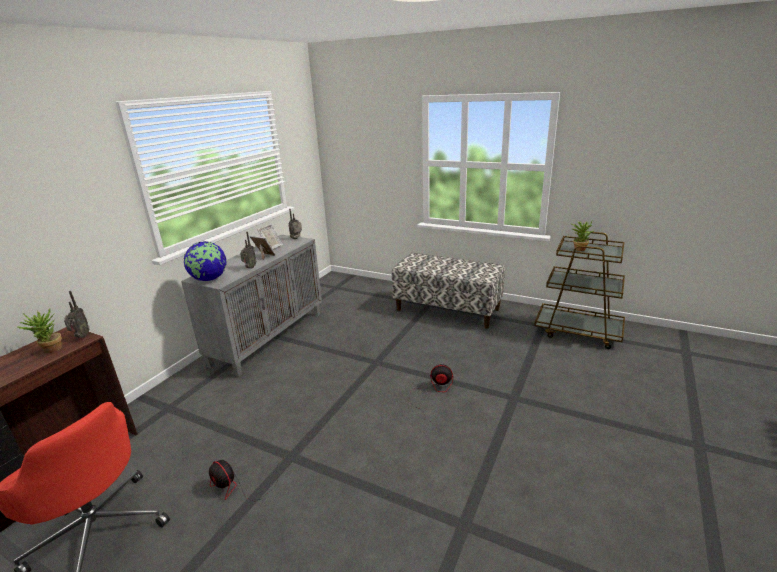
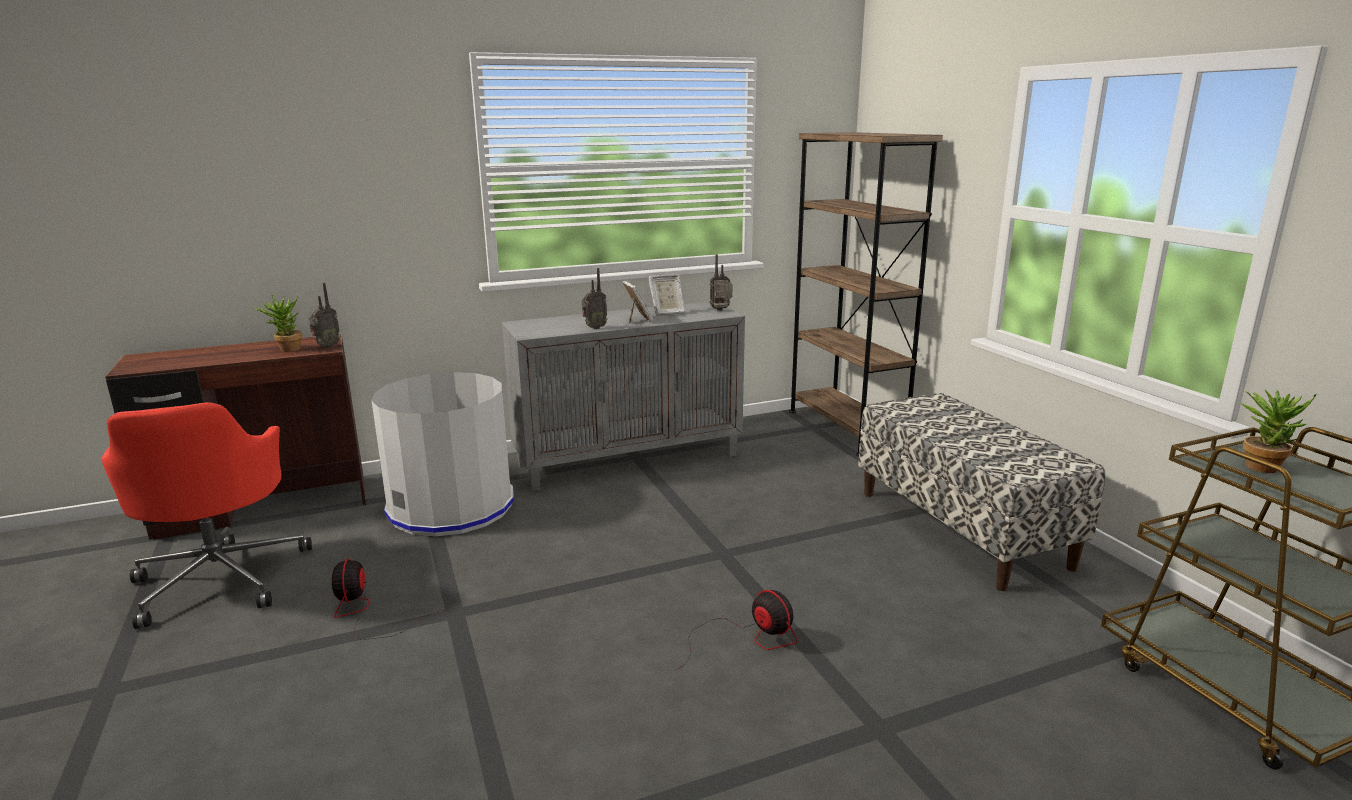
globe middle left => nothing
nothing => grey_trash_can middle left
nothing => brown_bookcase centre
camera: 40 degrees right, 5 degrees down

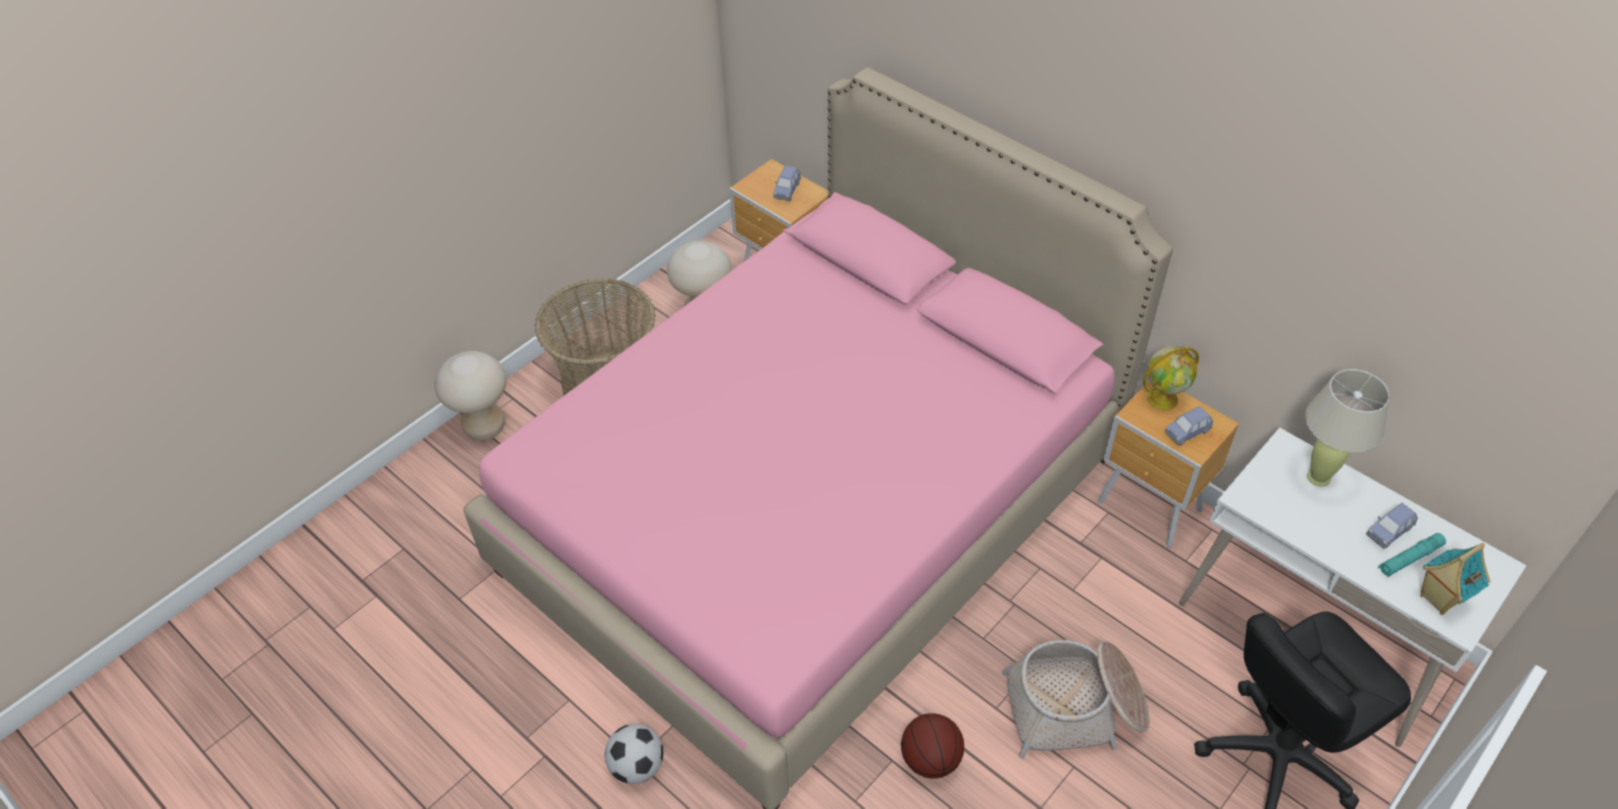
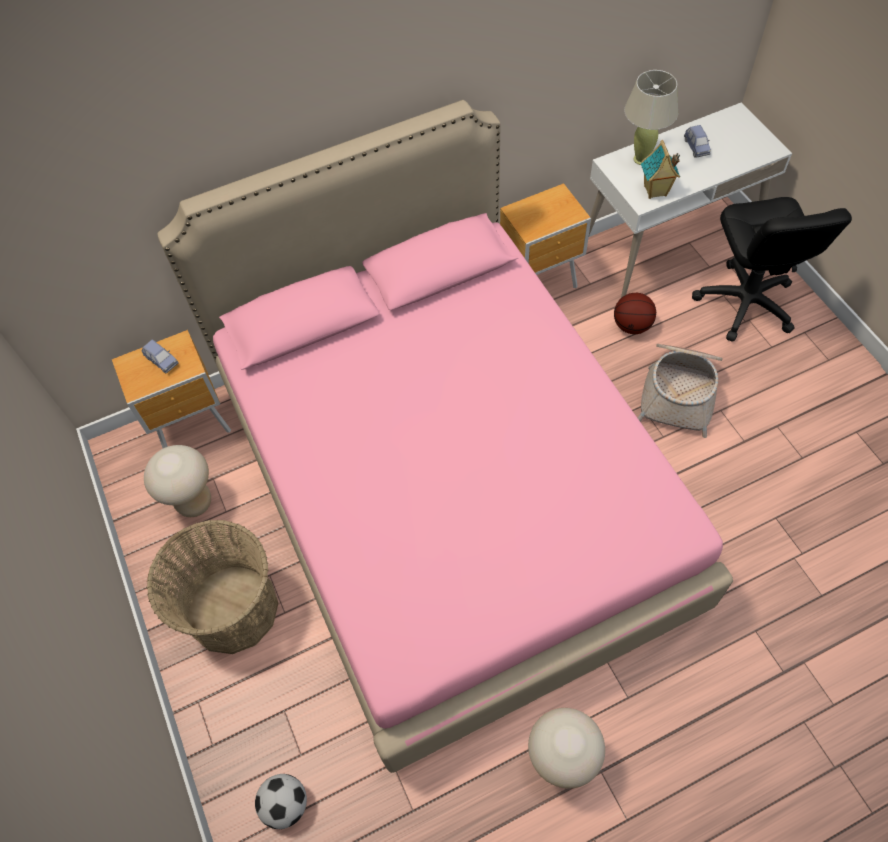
beige_stool (no. 1 from left in the first image) middle left => beige_stool (no. 2 from left) bottom centre, relocated
football bottom centre => football bottom left, relocated
basketball bottom centre => basketball middle right, relocated
globe middle right => nothing
blue_toy_car (no. 2 from left) middle right => nothing
turquoise_flashlight bottom right => nothing
toy_house bottom right => toy_house top right, relocated
camera: 65 degrees left, 10 degrees up

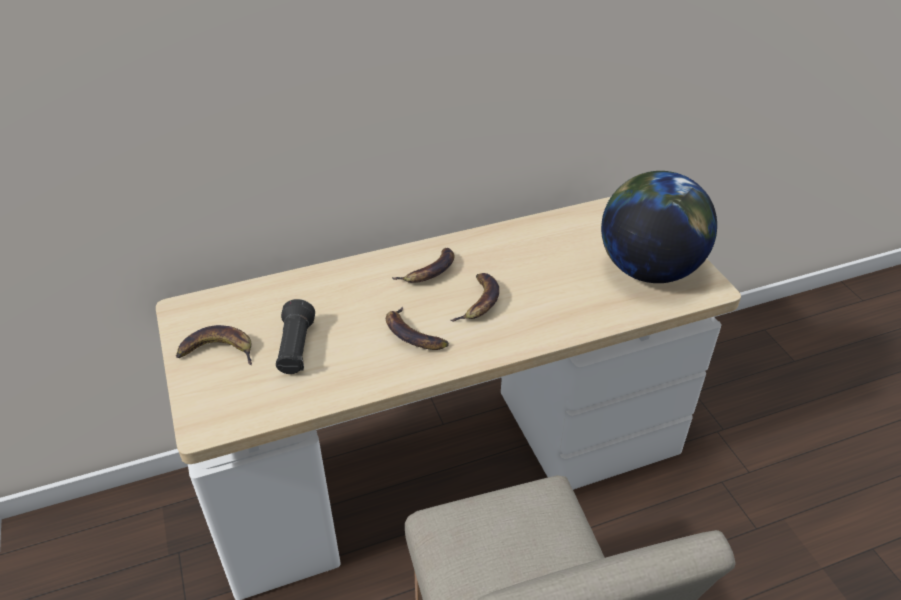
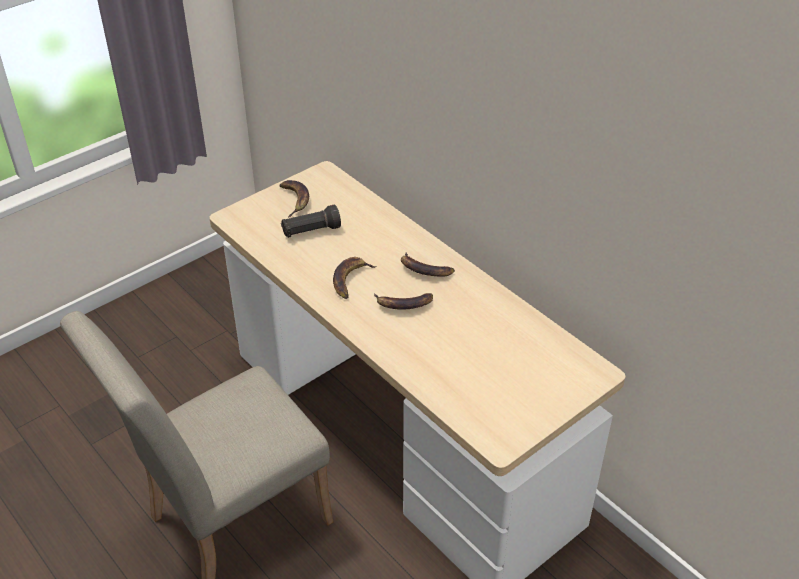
globe middle right => nothing
camera: 70 degrees right, 0 degrees up

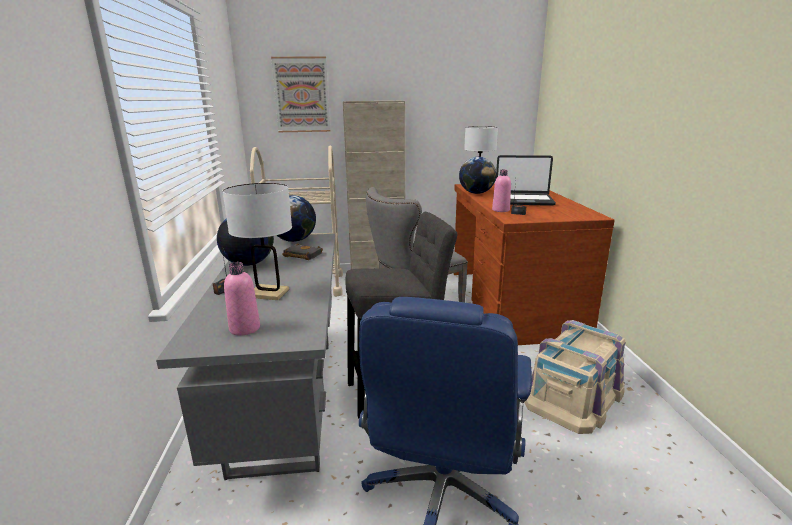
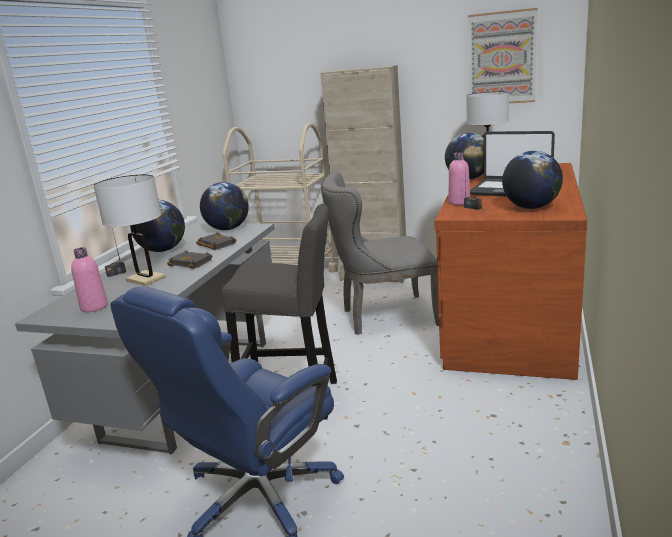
picture top centre => picture top right, relocated
beige_storage_box bottom right => nothing
nothing => black_book (no. 1 from left) middle left
nothing => globe (no. 4 from left) middle right
camera: 25 degrees right, 0 degrees up

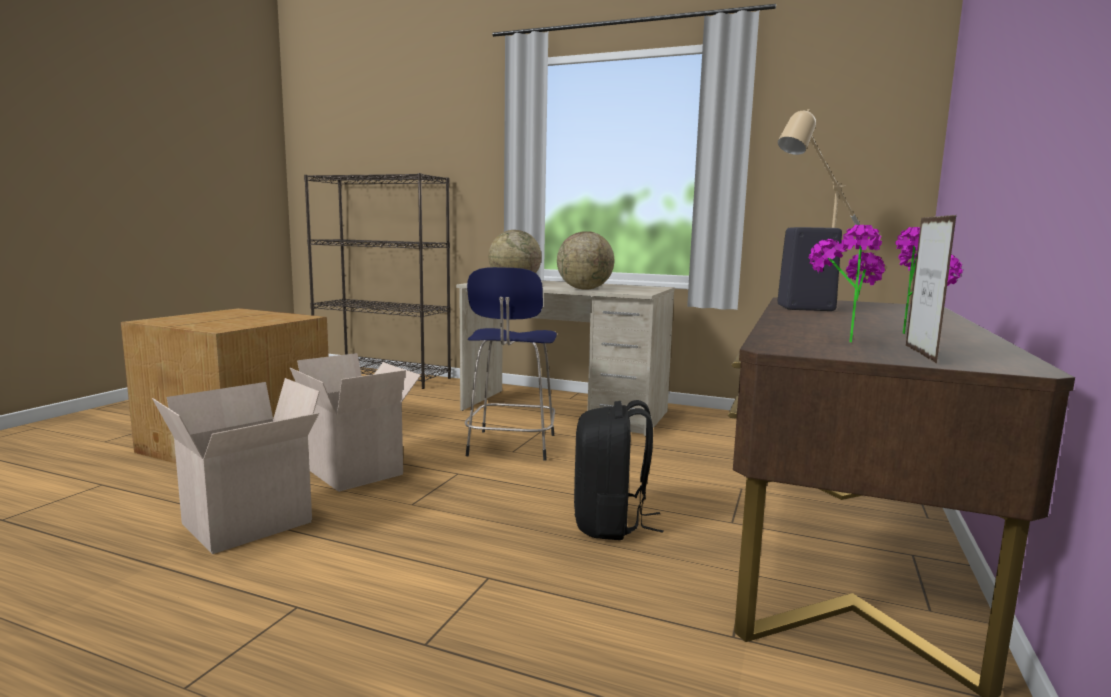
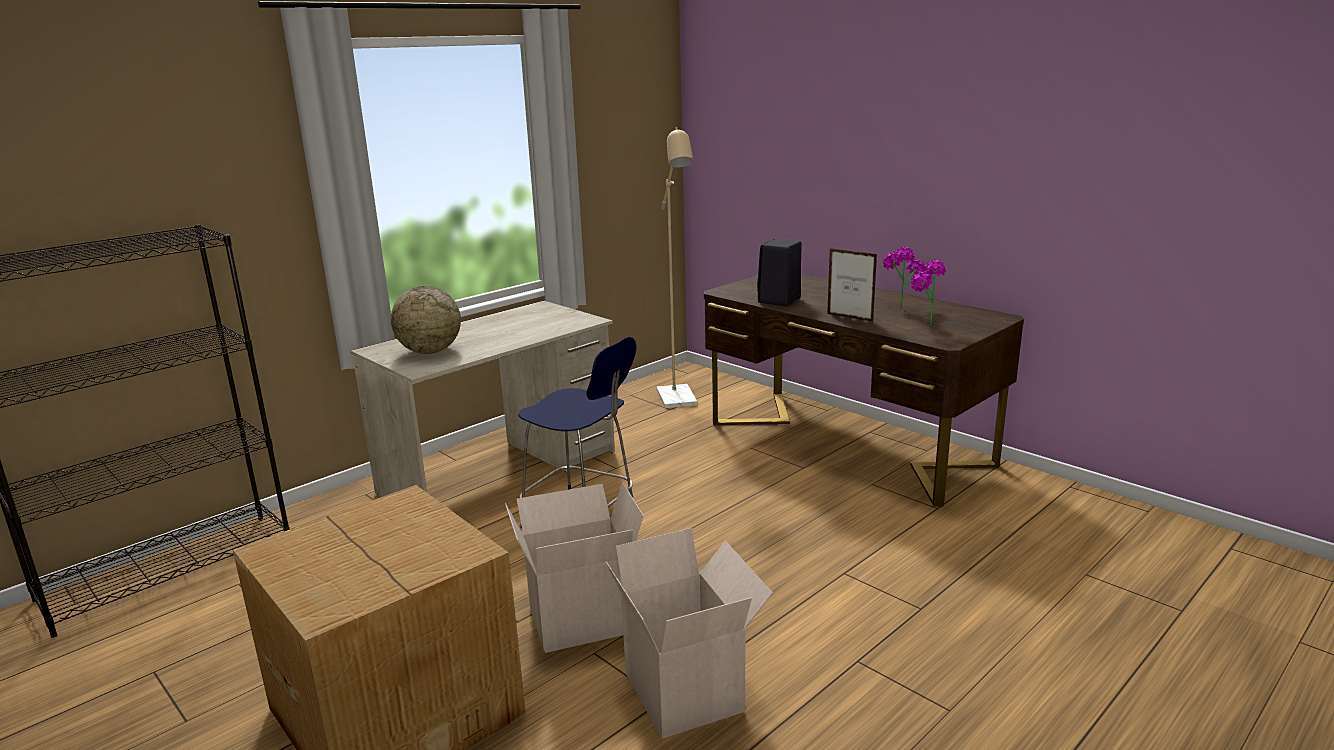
globe (no. 2 from left) centre => nothing
black_backpack bottom centre => nothing
picture_frame middle right => picture_frame centre, relocated
camera: 65 degrees left, 10 degrees up

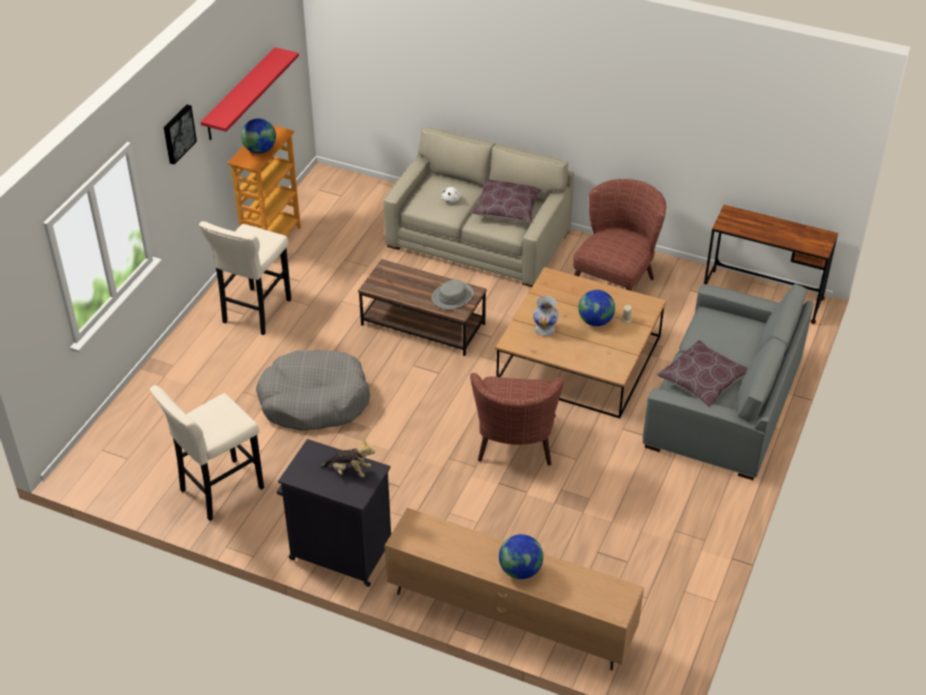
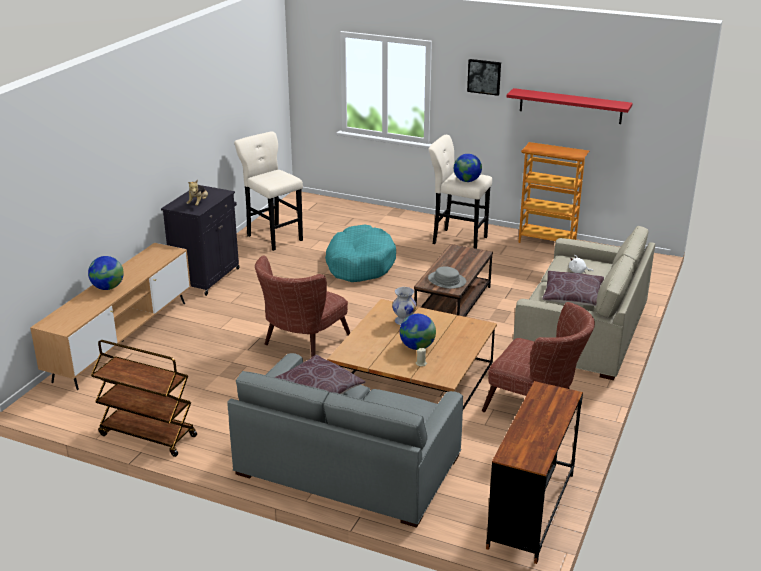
globe (no. 1 from left in the first image) top left => globe (no. 3 from left) top centre, relocated
grey_dog_bed centre => turquoise_dog_bed centre
brown_armchair (no. 1 from left) centre, 60 degrees counterclockwise
nothing => brown_cart bottom left
camera: 90 degrees right, 15 degrees down

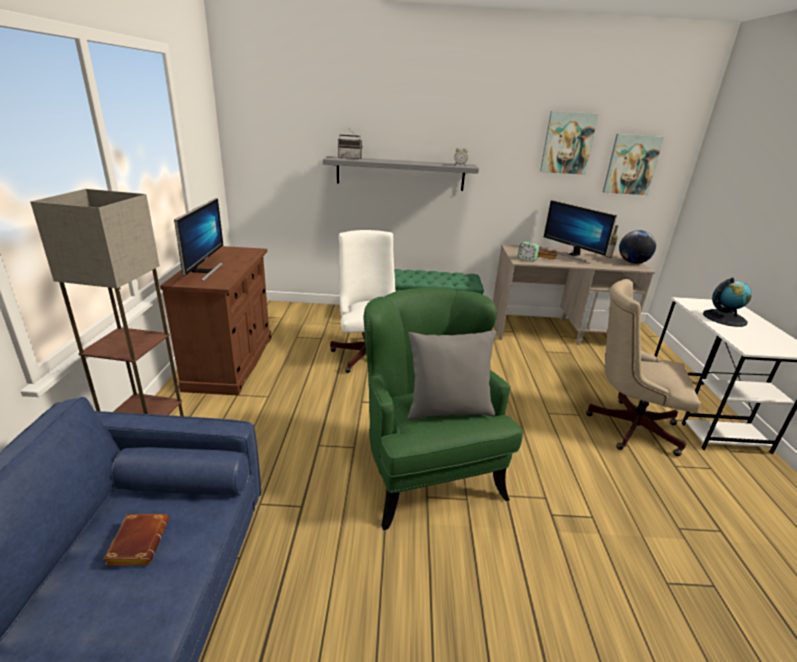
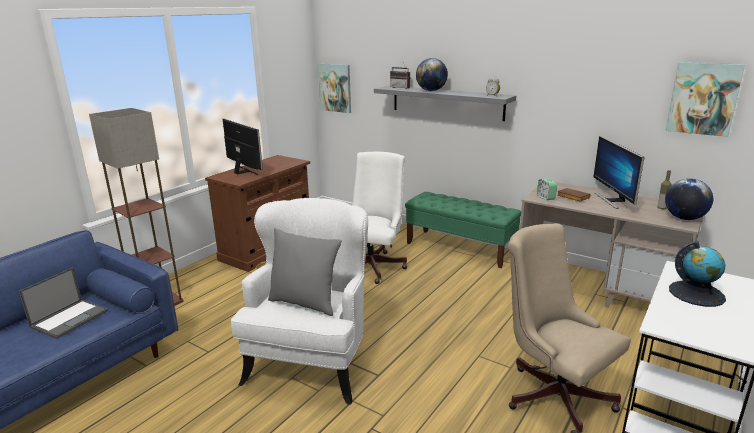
brown_book (no. 1 from left) bottom left => laptop bottom left
monitor (no. 1 from left) middle left, 75 degrees counterclockwise
green_armchair centre => white_armchair bottom centre
picture (no. 1 from left) top right => picture (no. 1 from left) top centre, relocated
nothing => globe (no. 1 from left) top centre
camera: 35 degrees right, 5 degrees down

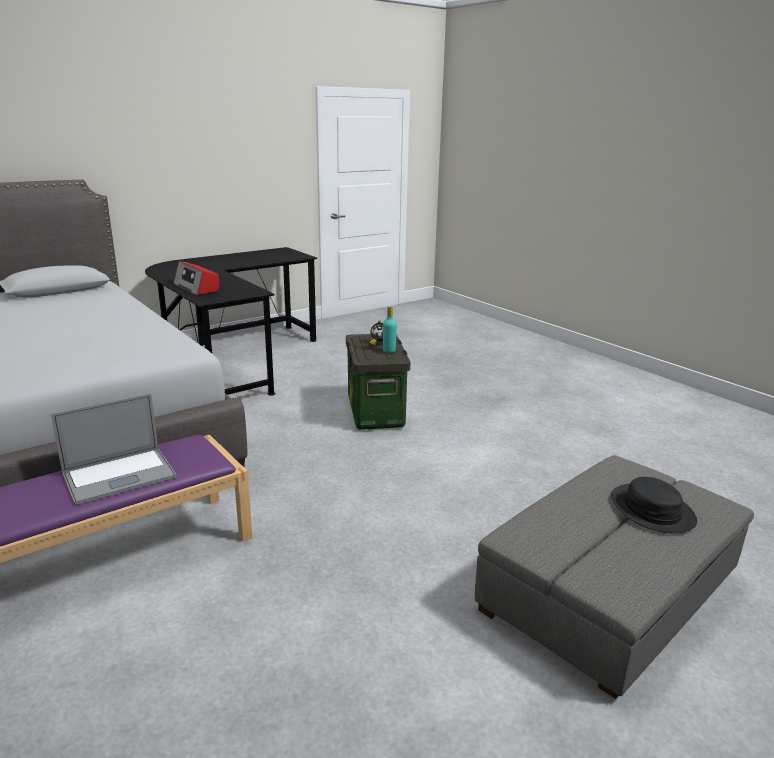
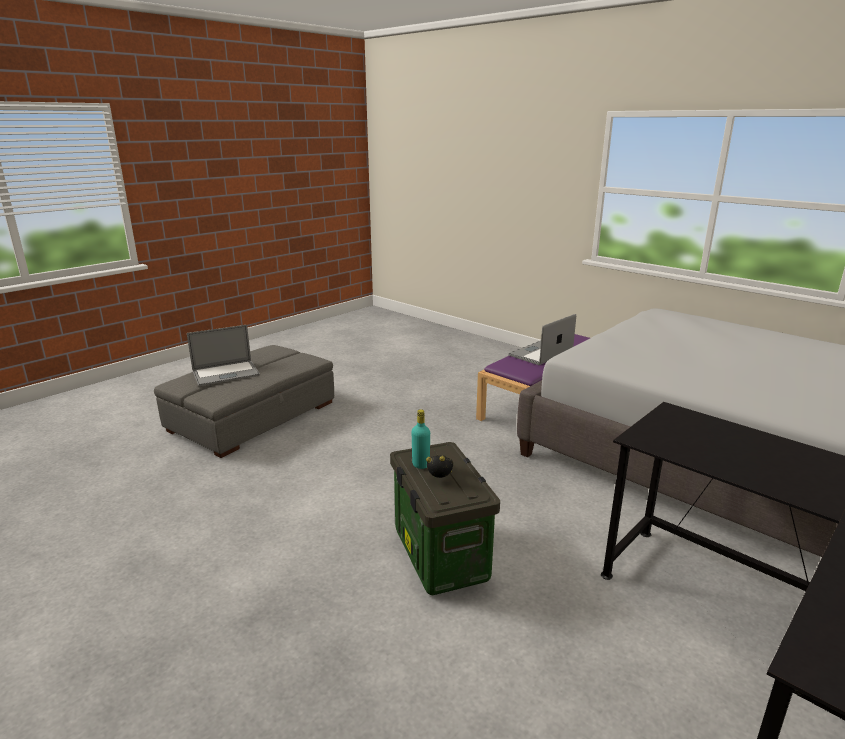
radio middle left => nothing
black_hat middle right => laptop (no. 1 from left) middle left
camera: 170 degrees right, 0 degrees up

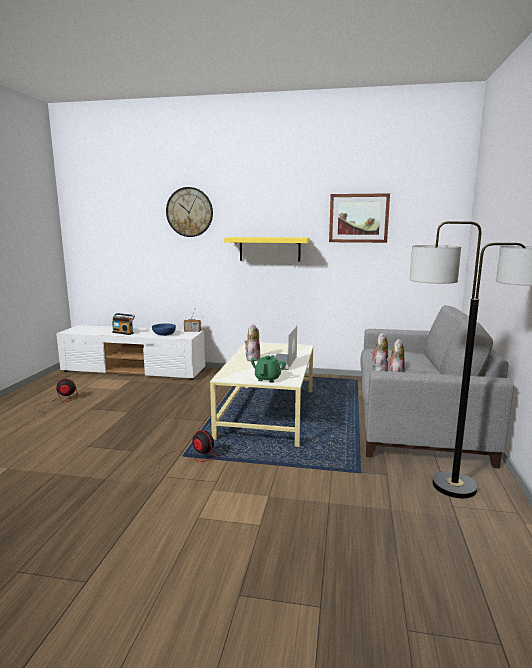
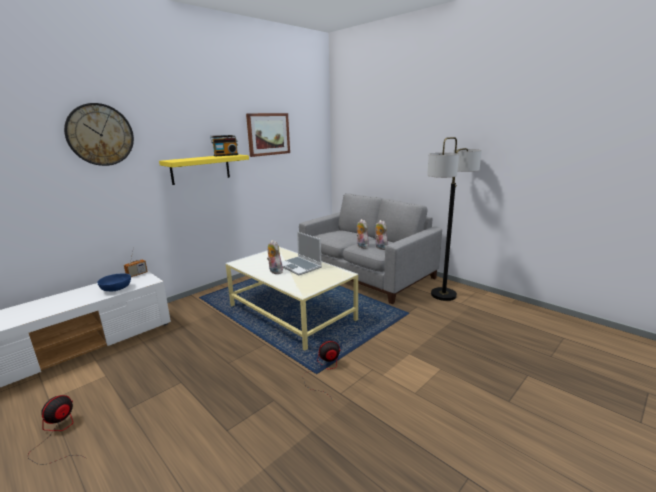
radio (no. 1 from left in the first image) middle left => radio (no. 2 from left) top centre, relocated
green_teapot centre => nothing
camera: 55 degrees left, 5 degrees up

